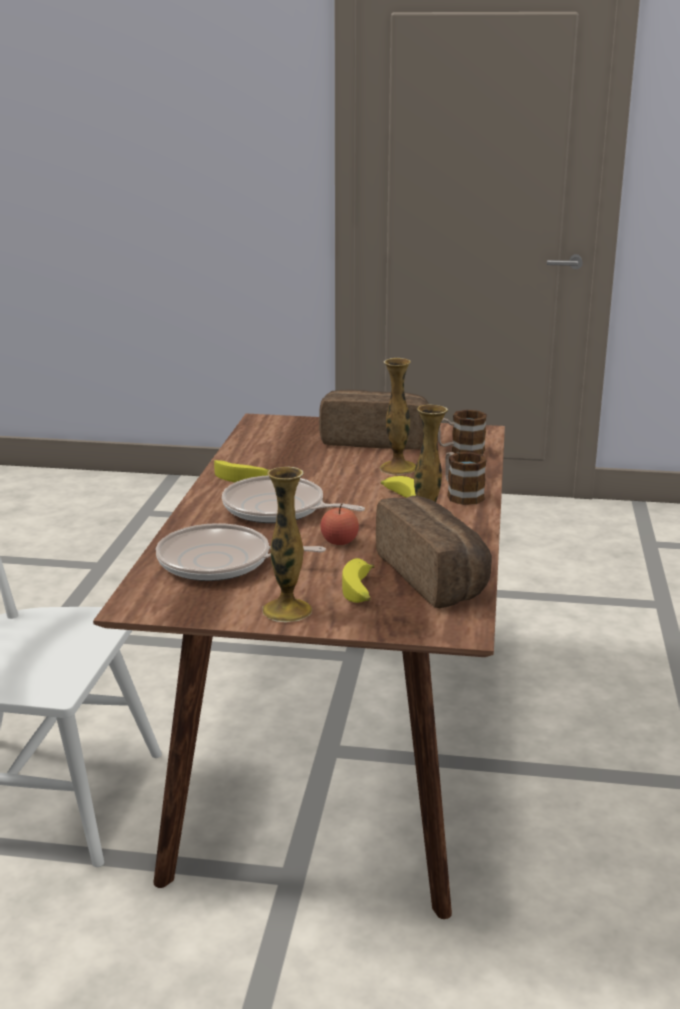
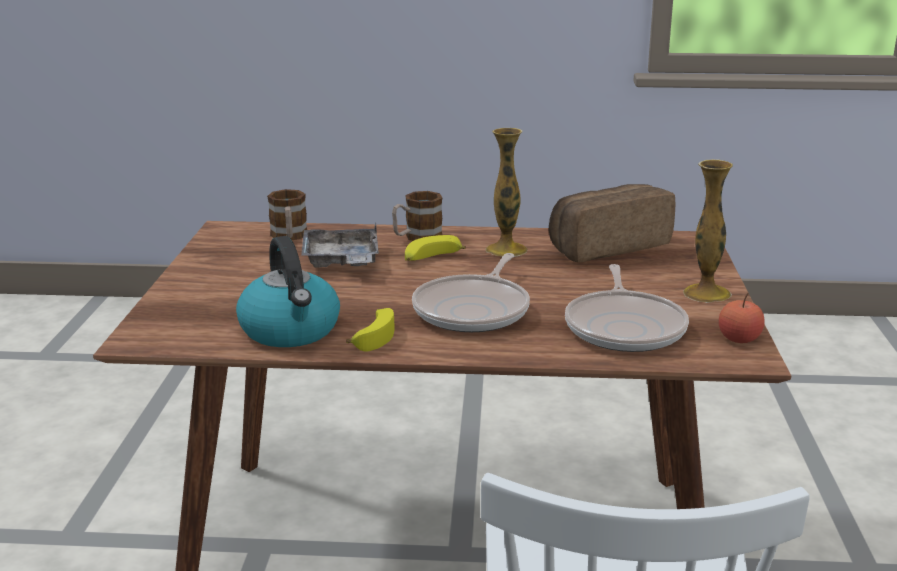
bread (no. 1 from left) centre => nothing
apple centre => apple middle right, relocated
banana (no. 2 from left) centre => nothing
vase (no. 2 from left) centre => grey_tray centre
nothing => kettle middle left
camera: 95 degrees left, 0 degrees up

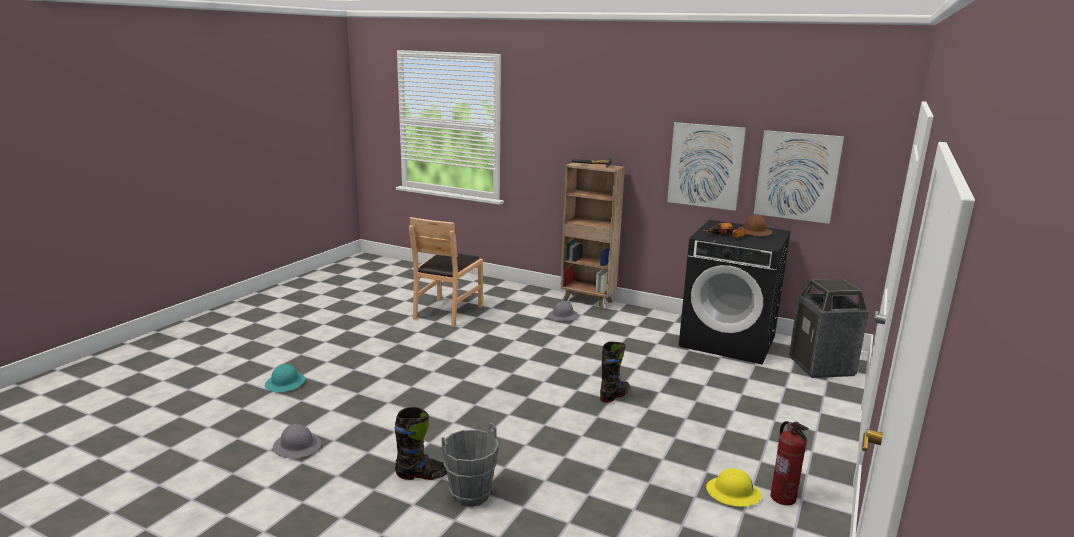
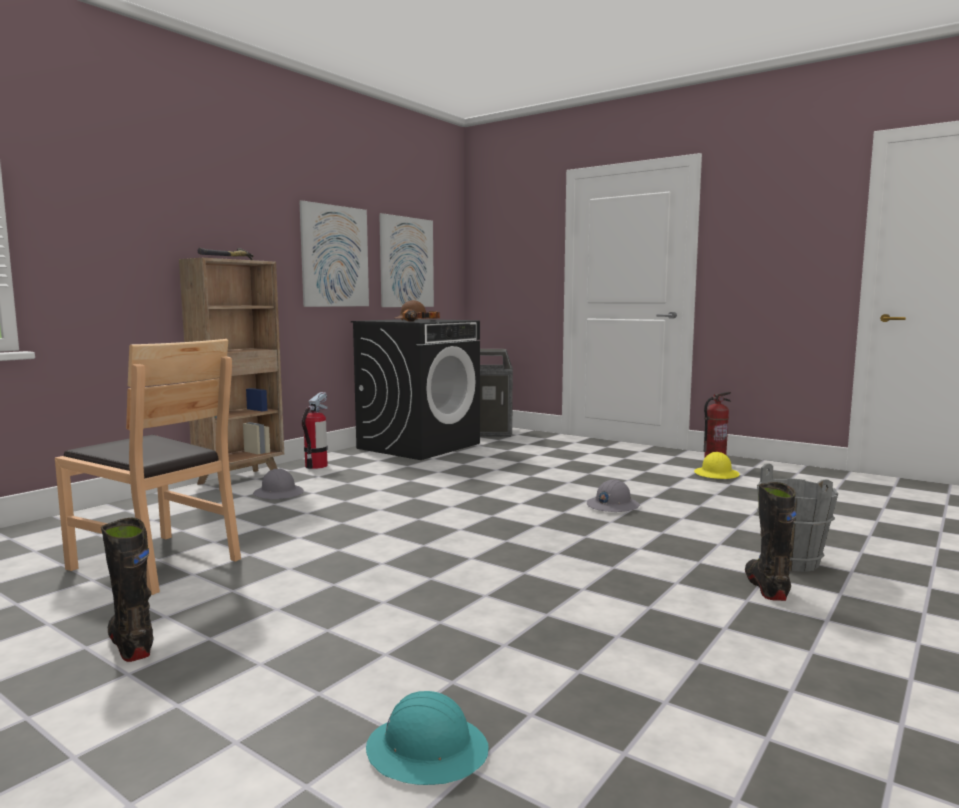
grey_hard_hat (no. 1 from left in the first image) bottom left => grey_hard_hat (no. 2 from left) centre, relocated
black_boot (no. 2 from left in the first image) bottom centre => black_boot (no. 1 from left) bottom left, relocated
nothing => fire_extinguisher (no. 1 from left) middle left
camera: 80 degrees left, 10 degrees down

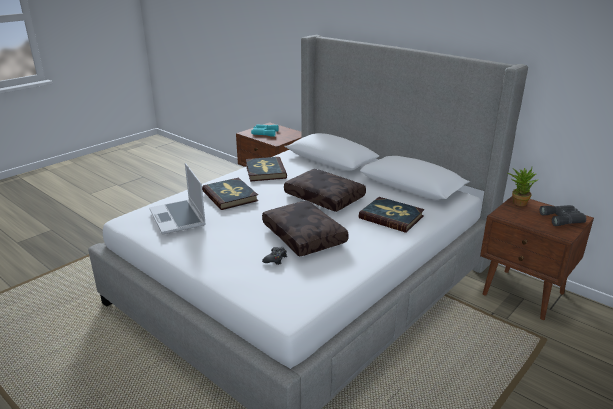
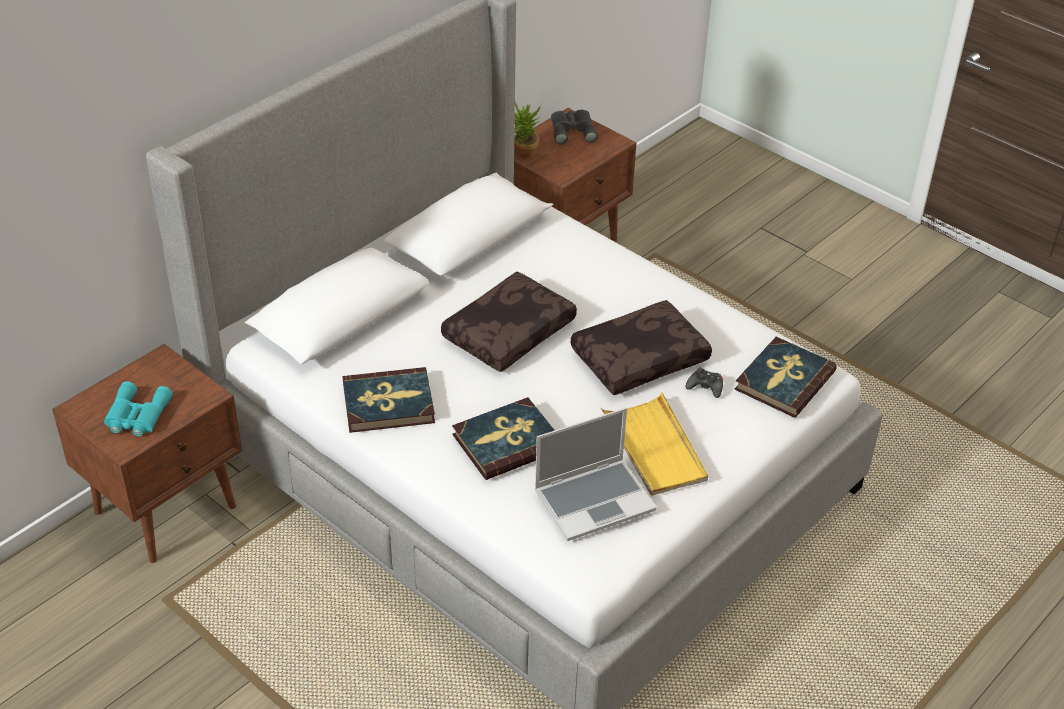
book (no. 3 from left) centre => book (no. 3 from left) middle right, relocated
nothing => yellow_tray centre
camera: 90 degrees left, 15 degrees up

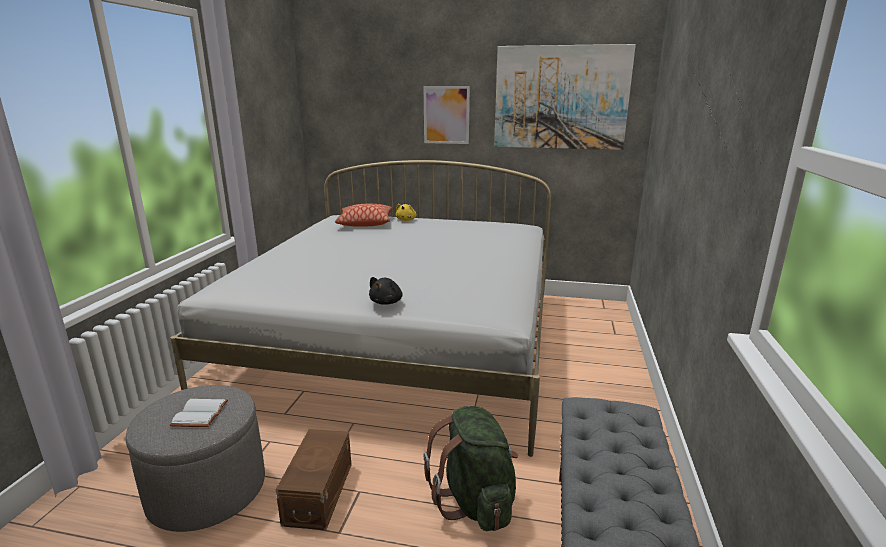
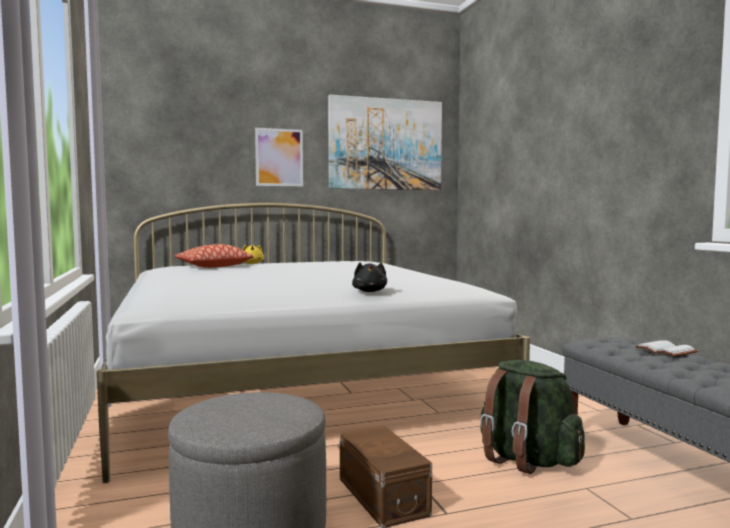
white_book bottom left => white_book middle right, relocated
camera: 30 degrees left, 15 degrees down

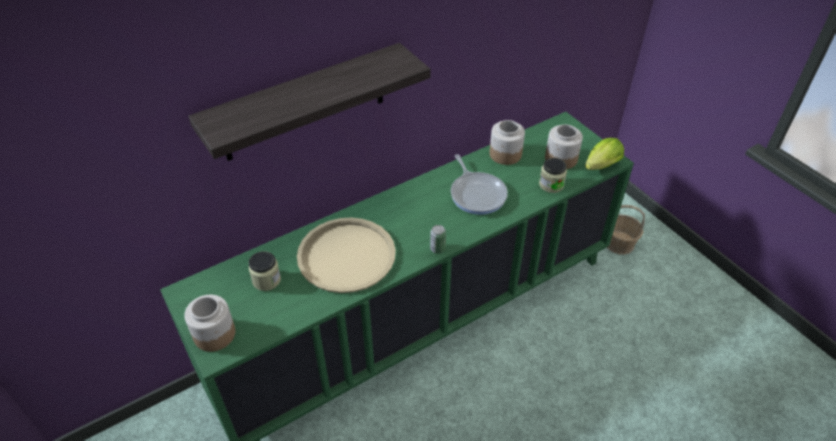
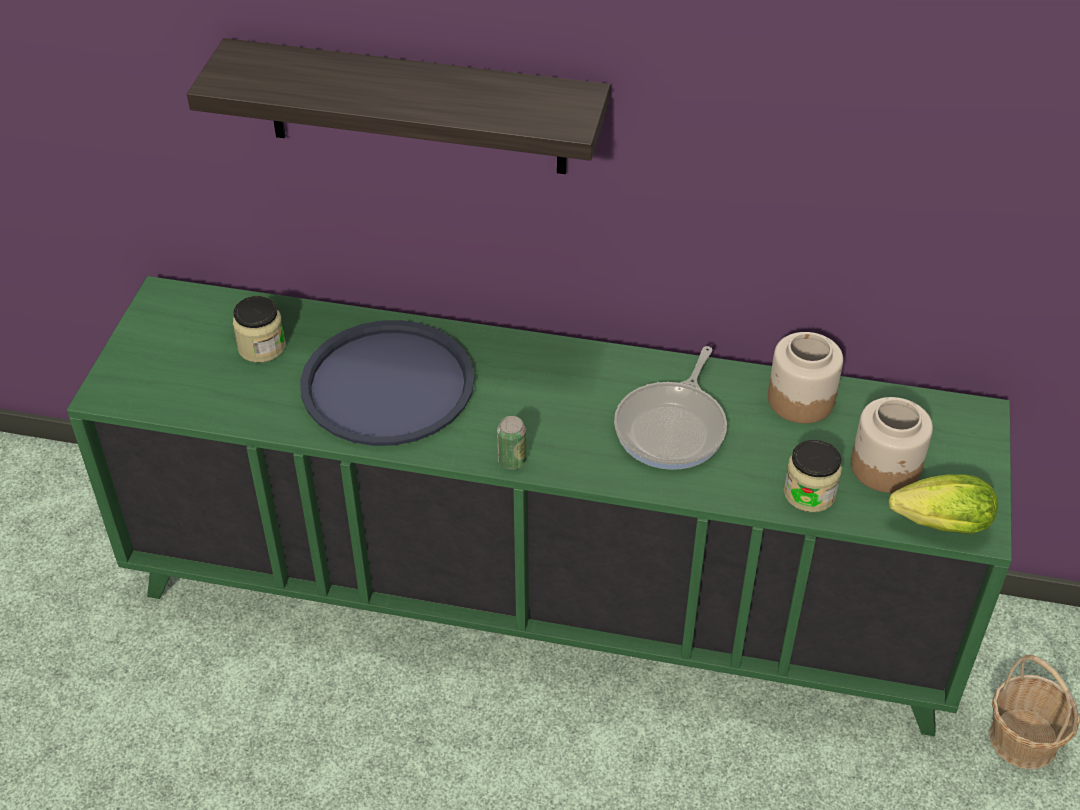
jar (no. 1 from left) bottom left => nothing
beige_tray centre => blue_tray centre
camera: 45 degrees right, 0 degrees up

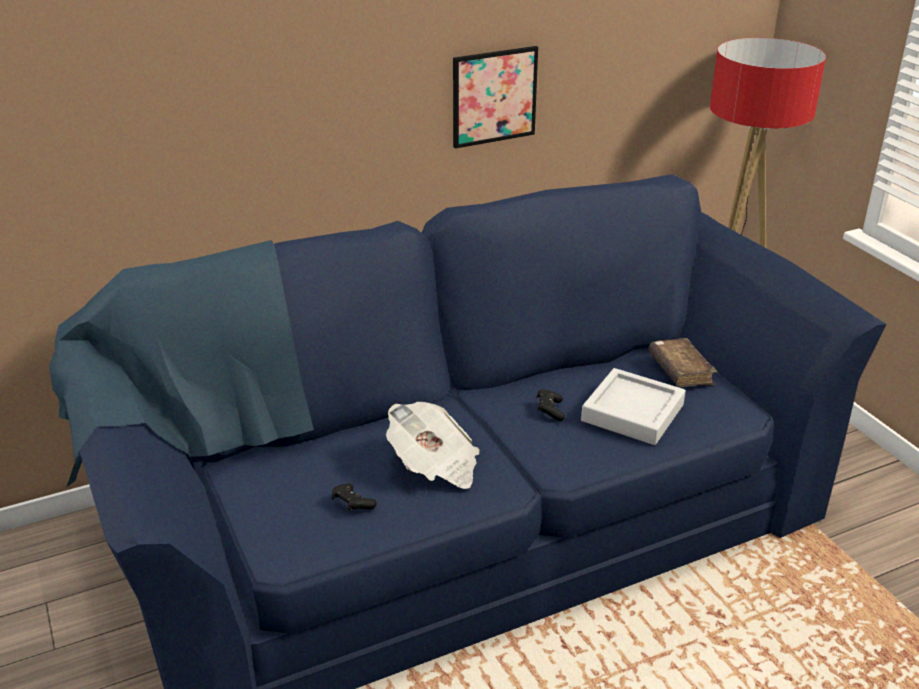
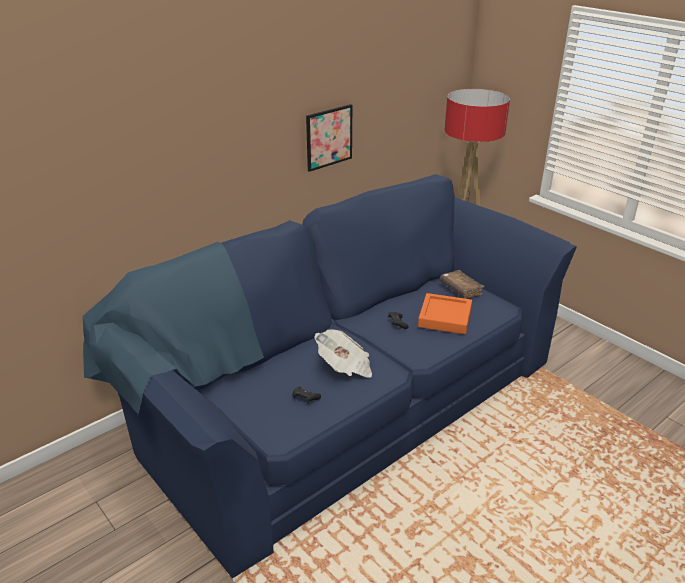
grey_tray middle right => orange_tray centre
camera: 15 degrees left, 0 degrees up

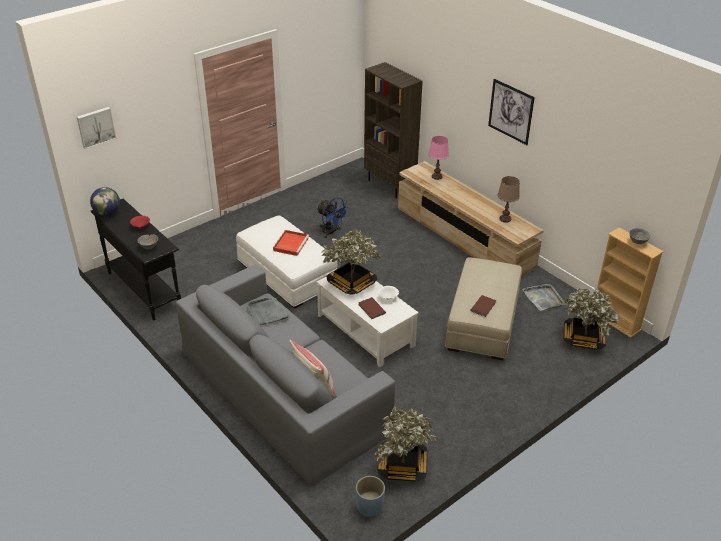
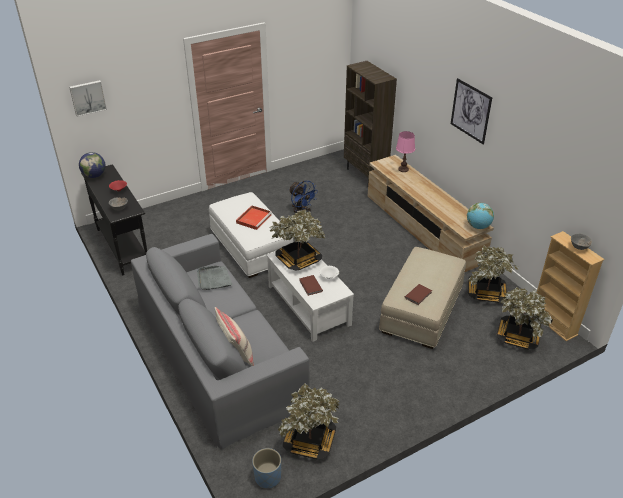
brown_table_lamp middle right => nothing
grey_tray (no. 2 from left) middle right => potted_plant (no. 3 from left) middle right
nothing => globe (no. 2 from left) middle right
camera: 10 degrees right, 0 degrees up

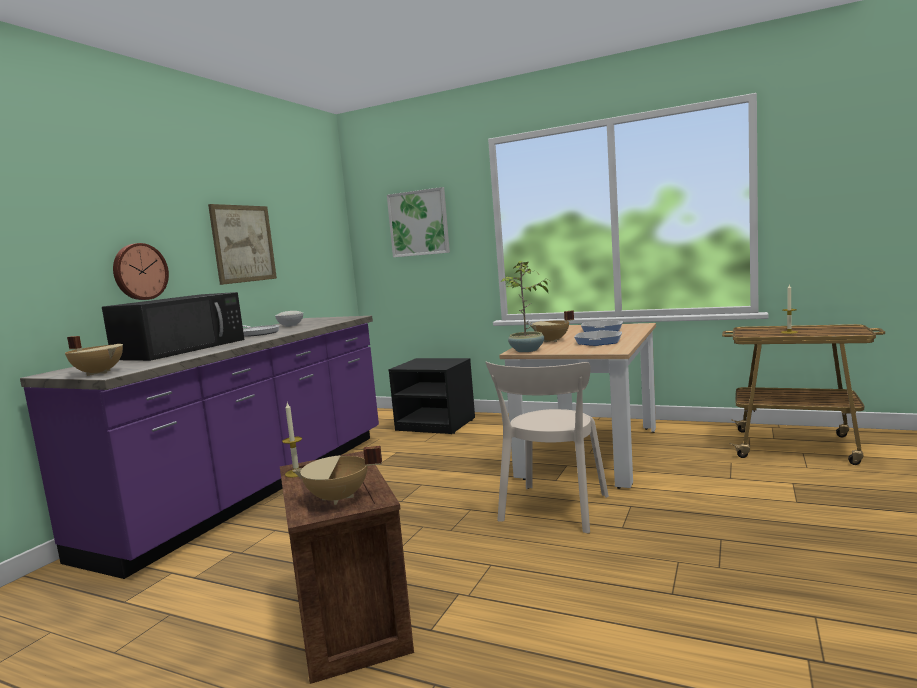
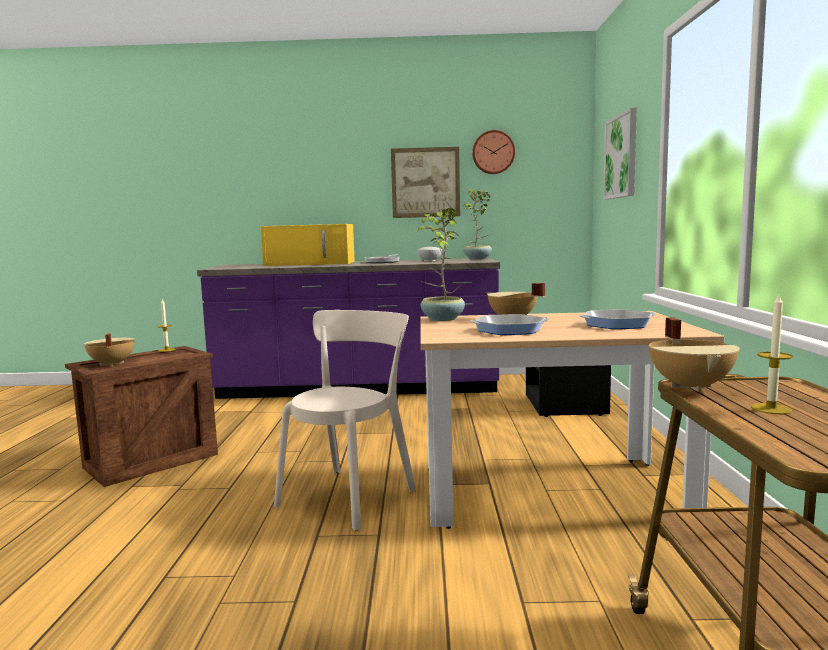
beige_cooking_pot (no. 1 from left in the first image) middle left => beige_cooking_pot (no. 3 from left) middle right, relocated
black_microwave middle left => yellow_microwave centre
wall_clock middle left => wall_clock top centre, relocated
beige_chair centre, 120 degrees clockwise
nothing => potted_plant (no. 2 from left) centre
camera: 65 degrees right, 0 degrees up

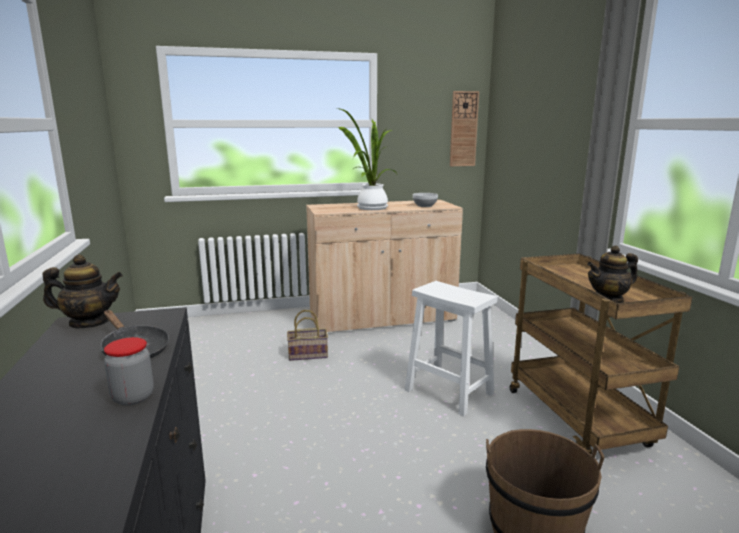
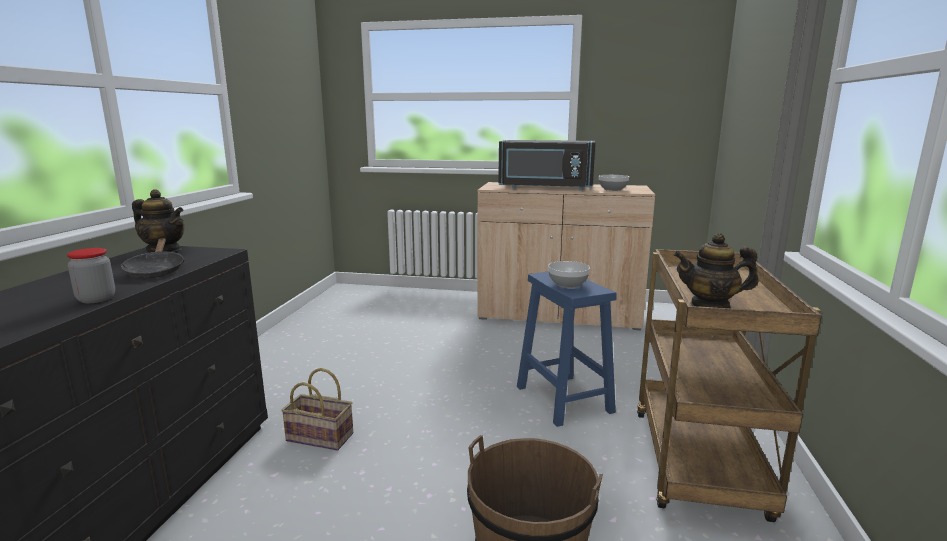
basket centre => basket bottom centre, relocated
potted_plant top centre => black_microwave top centre
white_stool centre => blue_stool centre
wall_clock top centre => nothing
nothing => bowl (no. 1 from left) centre
camera: 25 degrees right, 0 degrees up

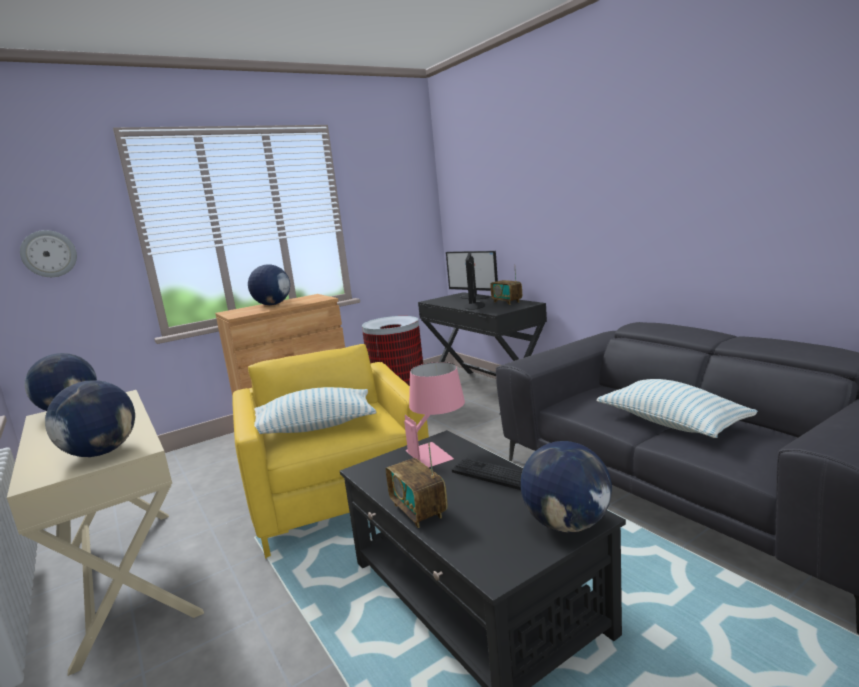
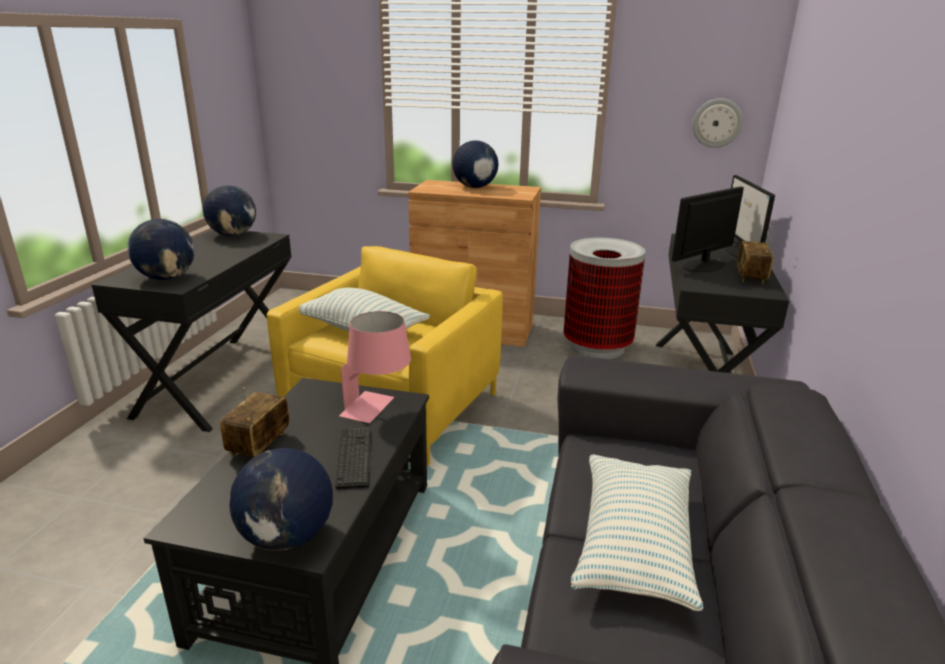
beige_desk bottom left => black_desk (no. 1 from left) middle left
wall_clock middle left => wall_clock top right, relocated
camera: 45 degrees right, 10 degrees up

